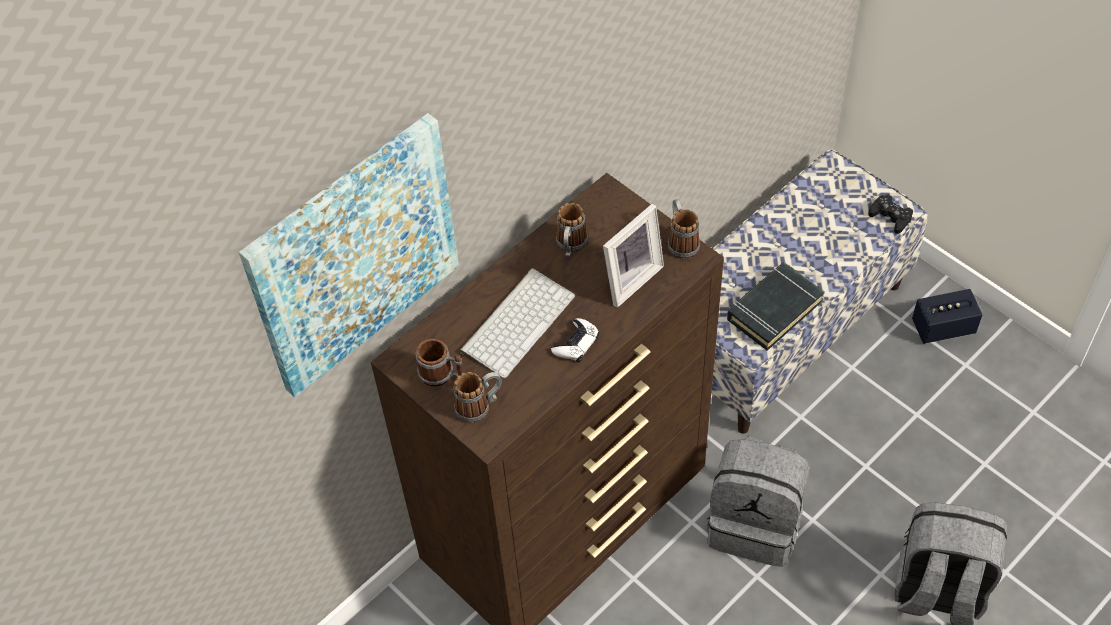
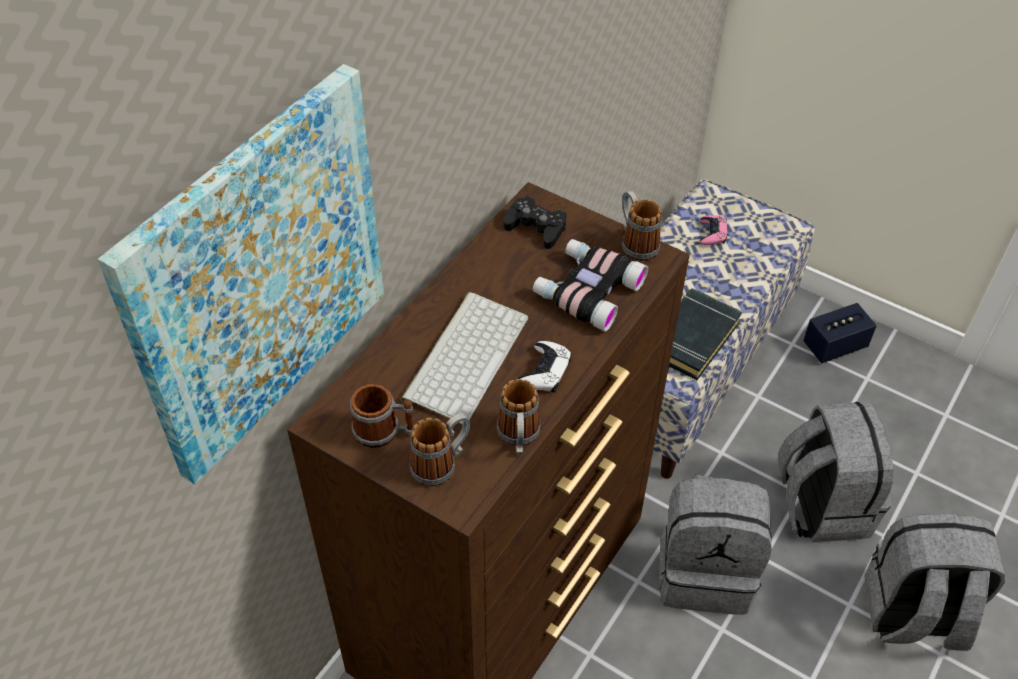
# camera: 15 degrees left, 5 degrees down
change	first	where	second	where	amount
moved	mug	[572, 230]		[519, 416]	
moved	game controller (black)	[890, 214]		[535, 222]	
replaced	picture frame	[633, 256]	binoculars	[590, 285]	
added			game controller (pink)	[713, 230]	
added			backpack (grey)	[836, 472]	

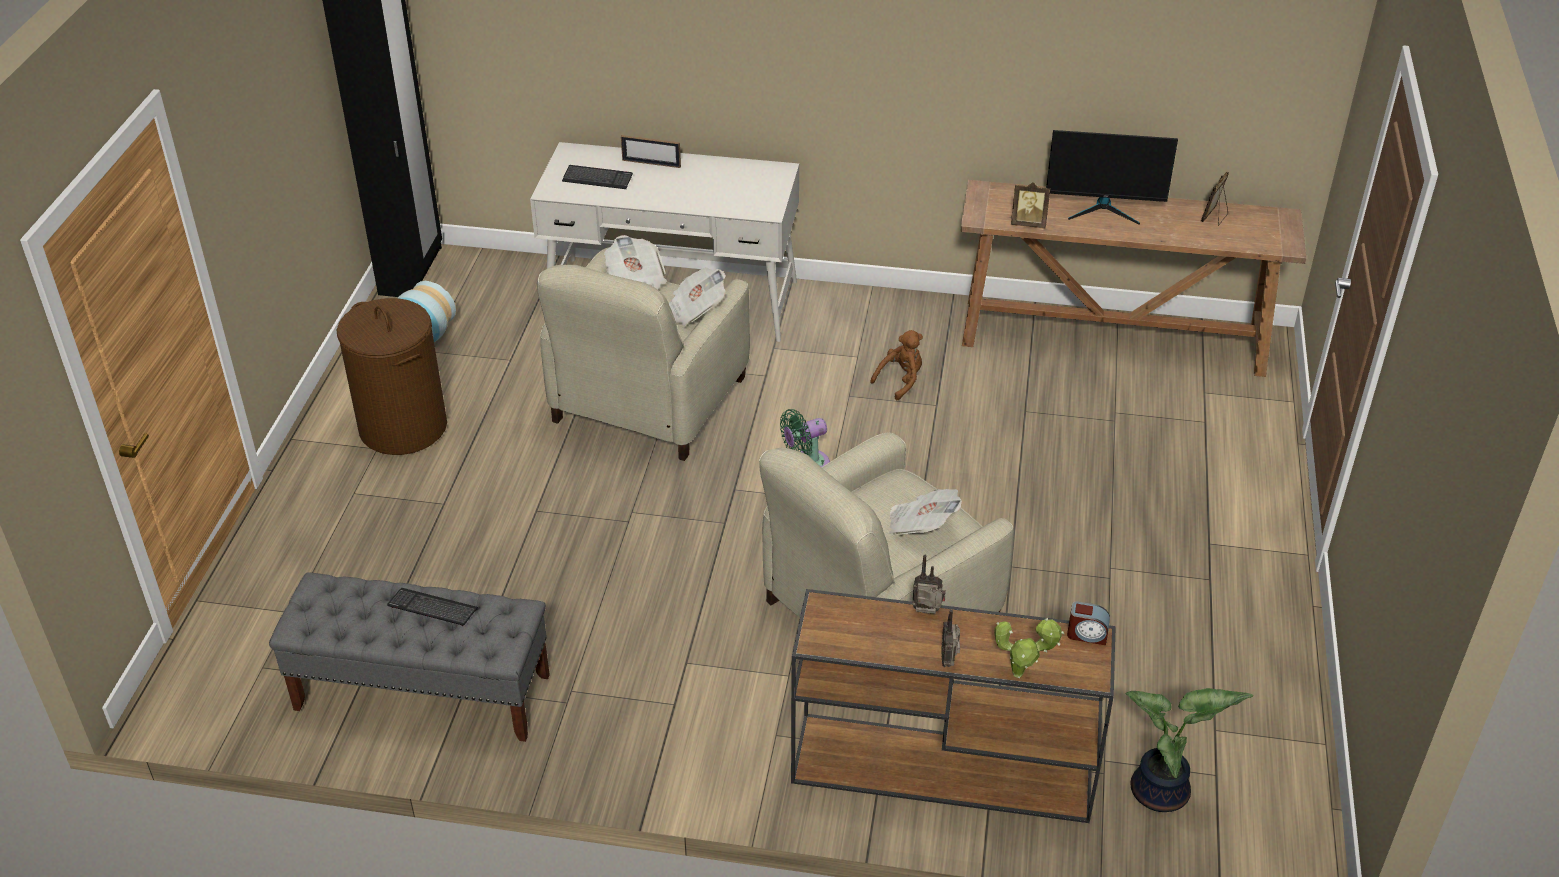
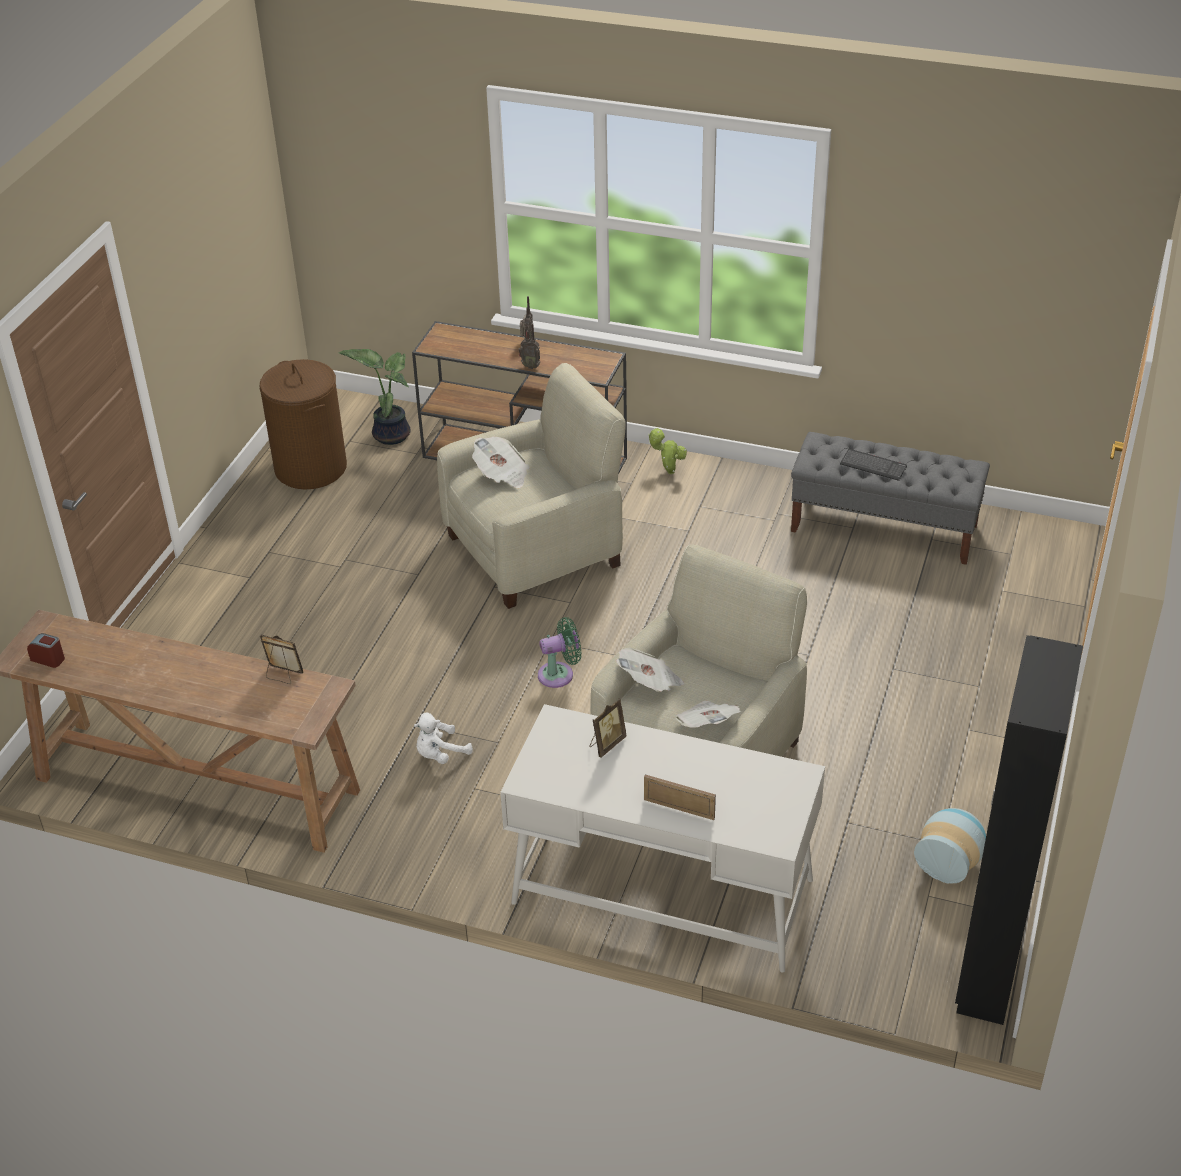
# camera: 170 degrees left, 0 degrees up
change	first	where	second	where	amount
moved	alarm clock	[1088, 623]		[46, 650]	
moved	laundry basket (brown)	[392, 376]		[303, 424]	
recoloured	plush toy (brown)	[896, 365]	plush toy (white)	[443, 738]	
moved	picture frame	[1215, 199]		[608, 728]	
moved	potted plant	[1029, 648]		[667, 451]	
removed	keyboard	[597, 177]			
removed	monitor	[1112, 177]			

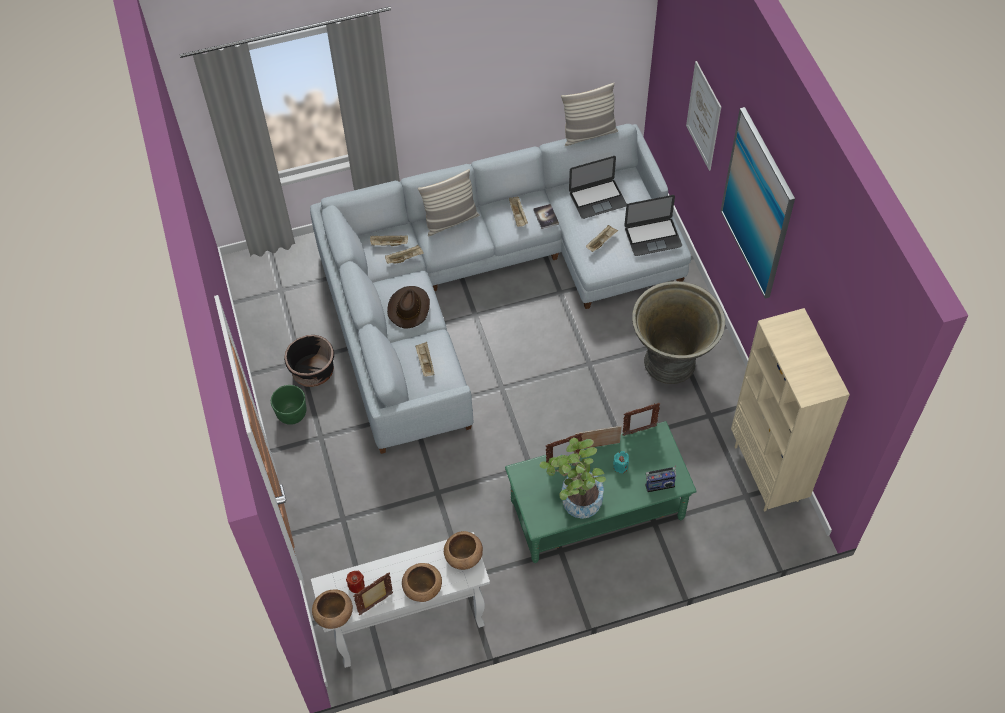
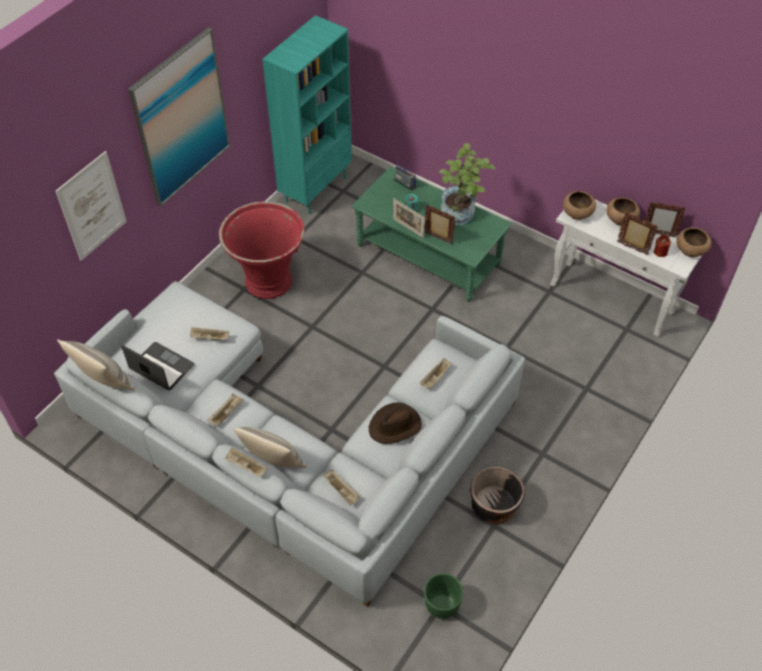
# camera: 130 degrees left, 5 degrees down
change	first	where	second	where	amount
recoloured	planter (grey)	[678, 332]	planter (red)	[261, 250]	
moved	tray (beige)	[404, 254]		[246, 462]	
recoloured	bookcase (beige)	[790, 410]	bookcase (turquoise)	[307, 114]	
moved	planter (green)	[288, 405]		[444, 596]	
moved	picture frame	[641, 419]		[637, 233]	
removed	book	[546, 216]			
removed	laptop	[653, 225]			

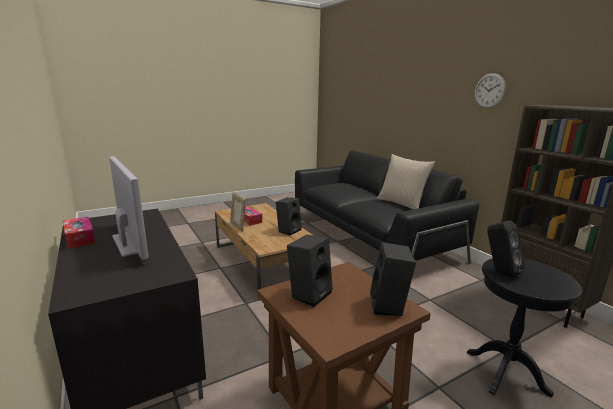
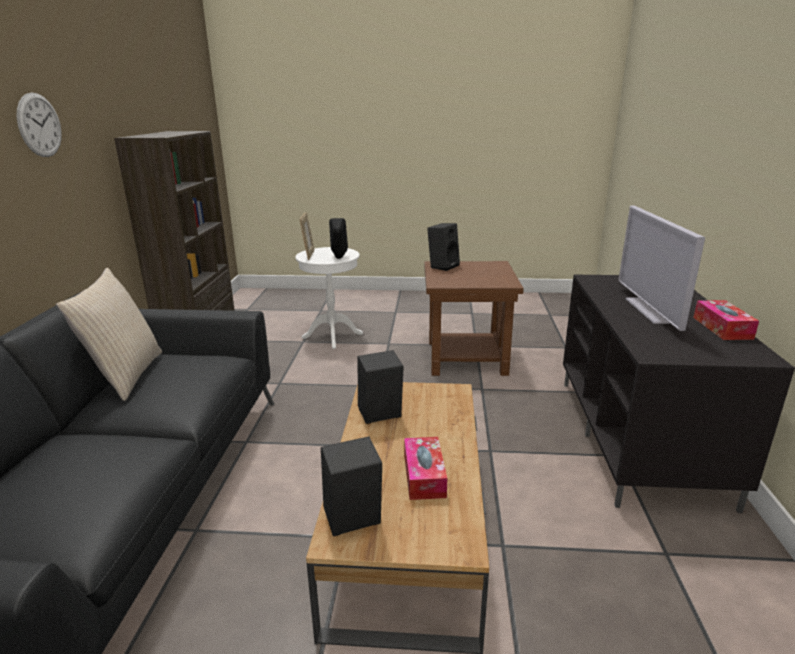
# camera: 145 degrees left, 5 degrees up
change	first	where	second	where	amount
recoloured	side table (black)	[524, 328]	side table (white)	[329, 298]	
moved	picture frame	[238, 212]		[306, 236]	
moved	speaker (black)	[310, 270]		[351, 486]	

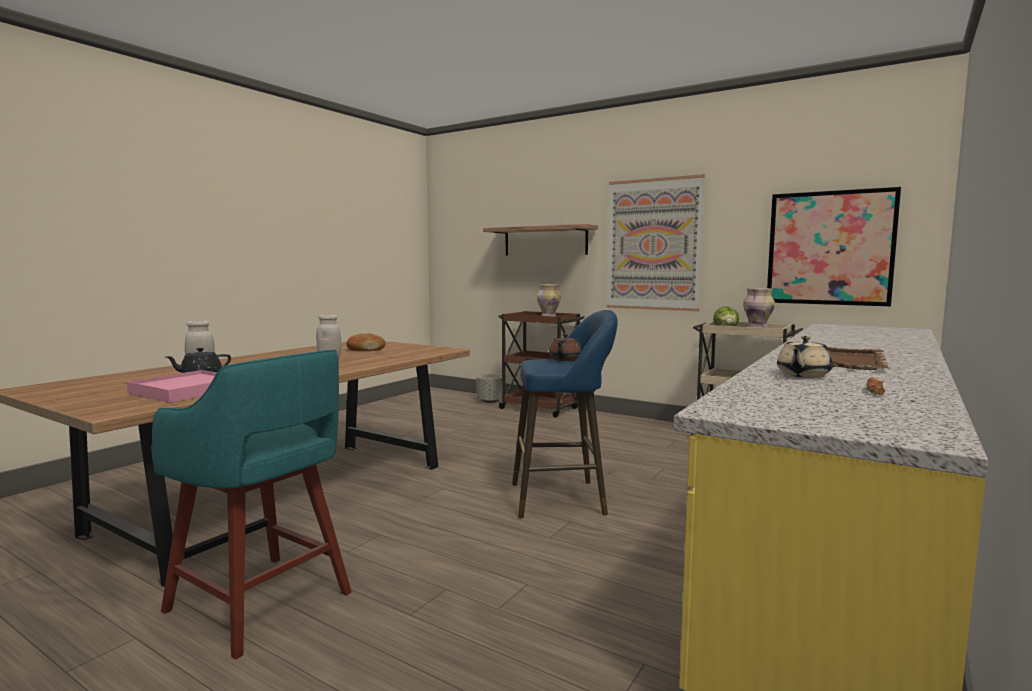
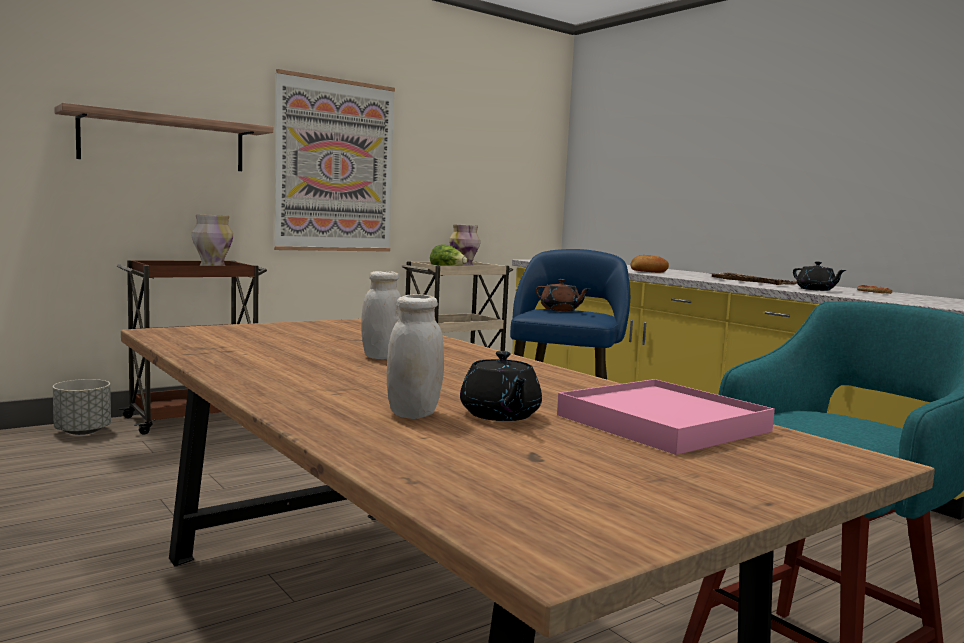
# camera: 70 degrees left, 0 degrees up
change	first	where	second	where	amount
moved	bread	[366, 342]		[649, 264]	
recoloured	teapot (beige)	[805, 357]	teapot (black)	[819, 276]	
removed	picture	[834, 246]			

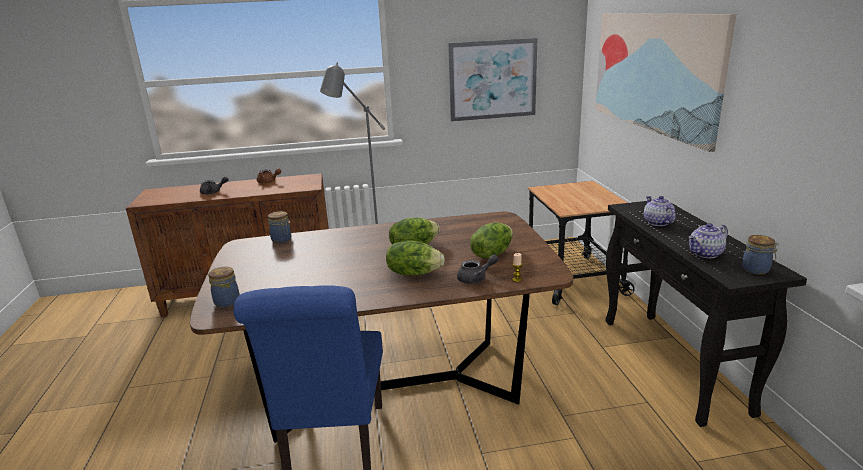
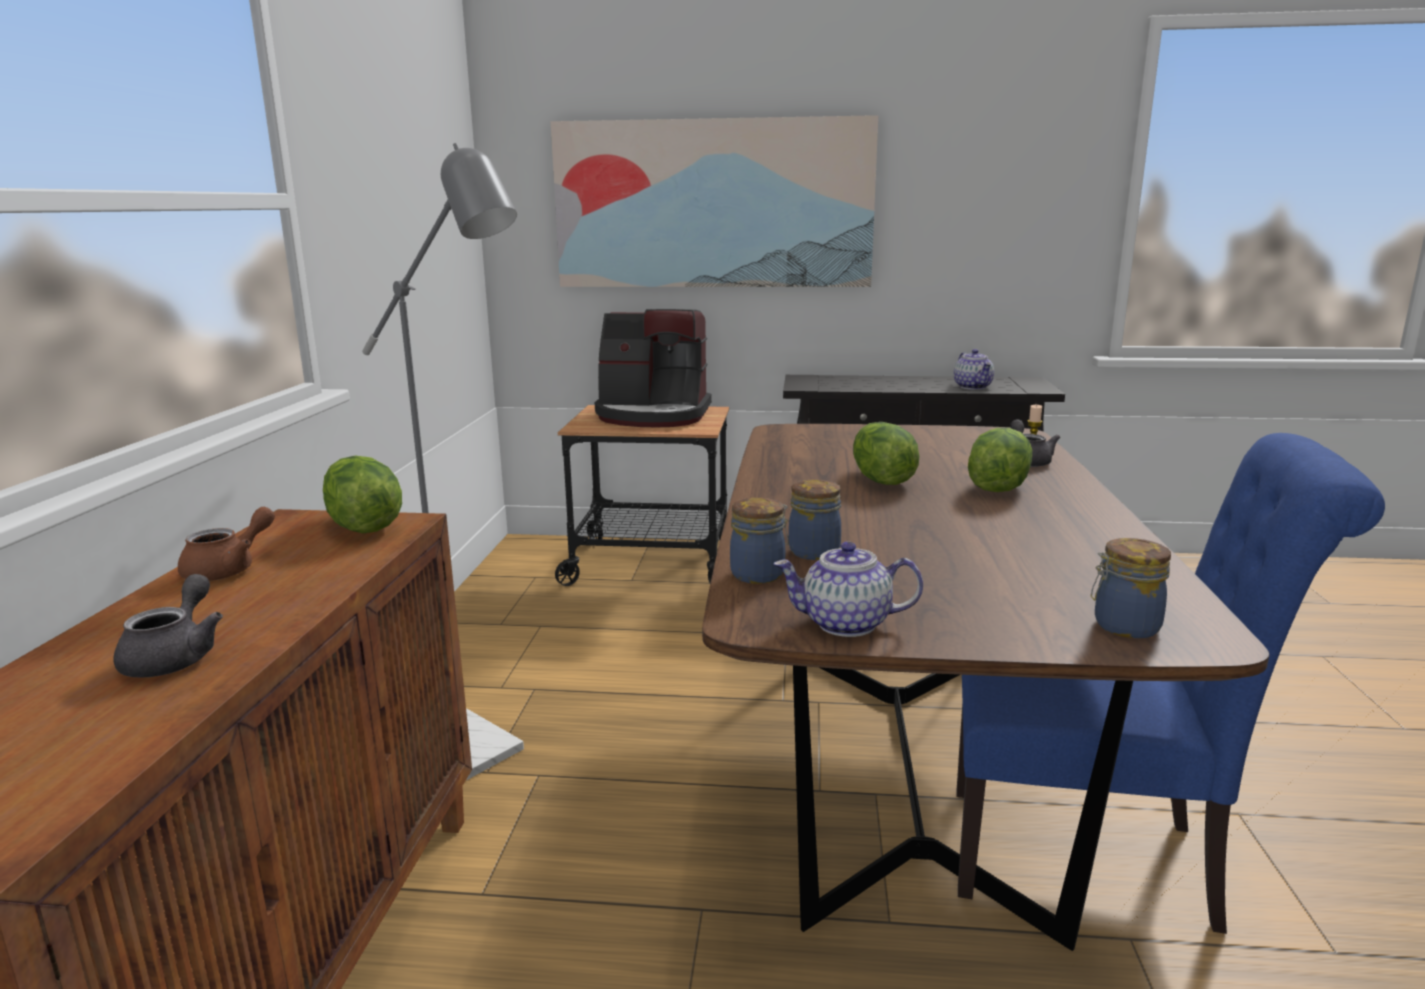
# camera: 75 degrees left, 5 degrees down
change	first	where	second	where	amount
moved	lettuce	[491, 240]		[362, 494]	
added			coffee machine	[653, 368]	
moved	teapot	[660, 211]		[848, 589]	
moved	jar	[760, 255]		[815, 520]	
removed	picture	[492, 80]			

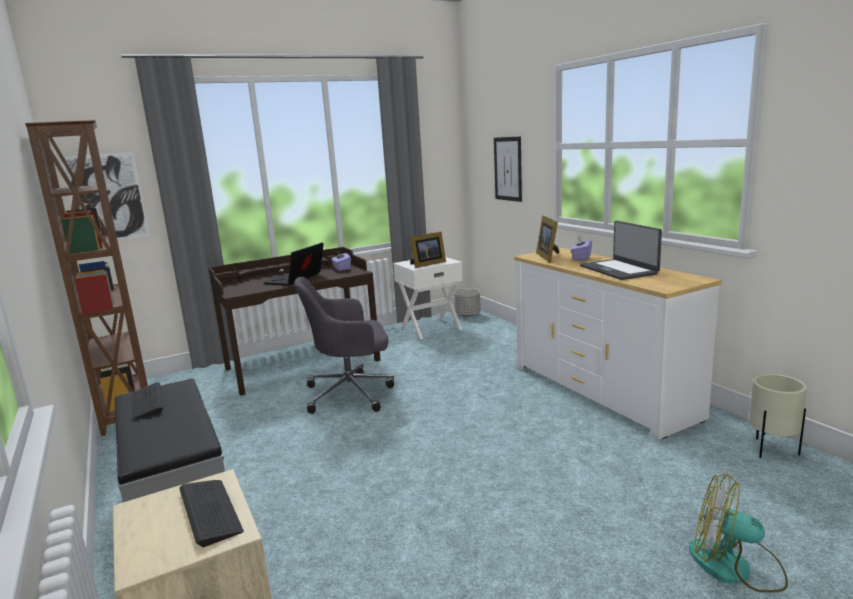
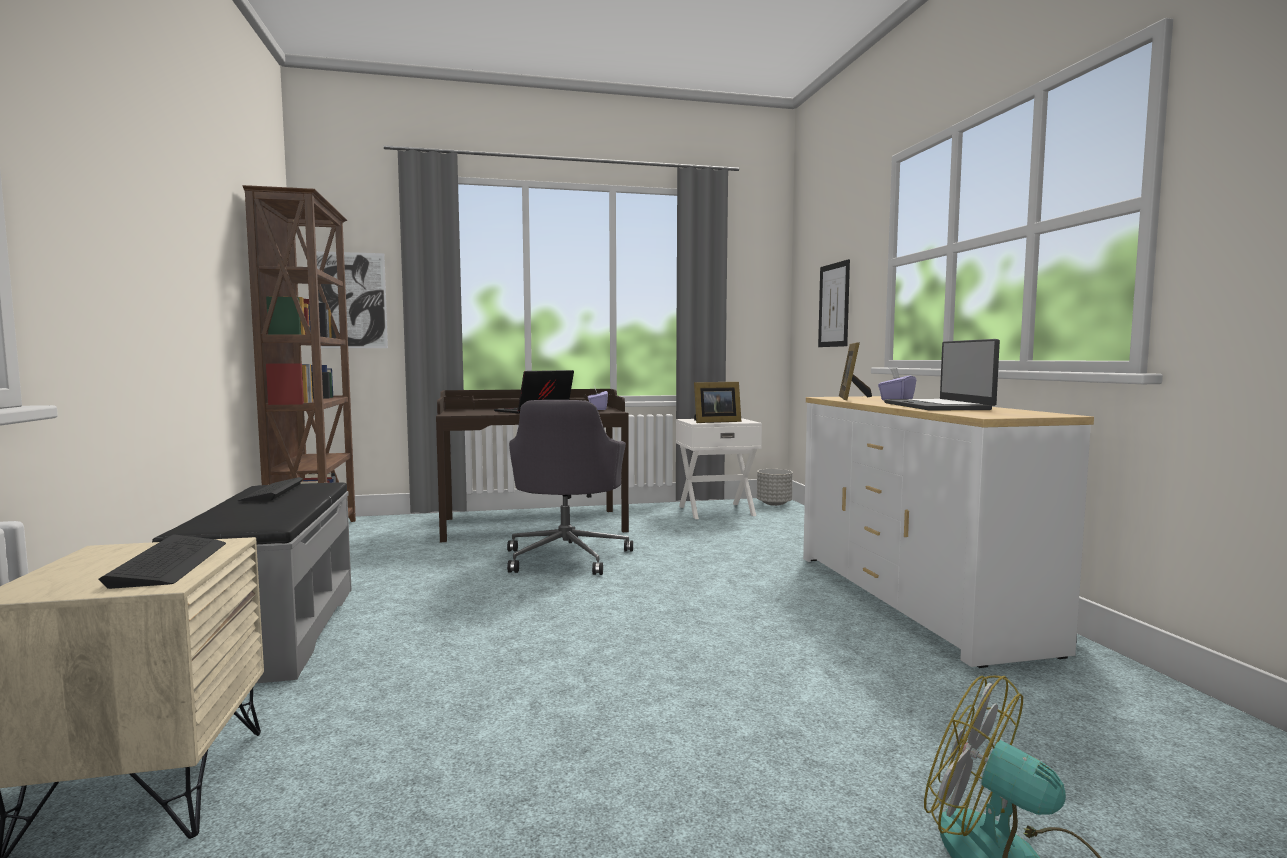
# camera: 15 degrees right, 10 degrees down
change	first	where	second	where	amount
turned	office chair (grey)	[344, 345]		[570, 487]	90 degrees counterclockwise
removed	planter (beige)	[778, 416]			

